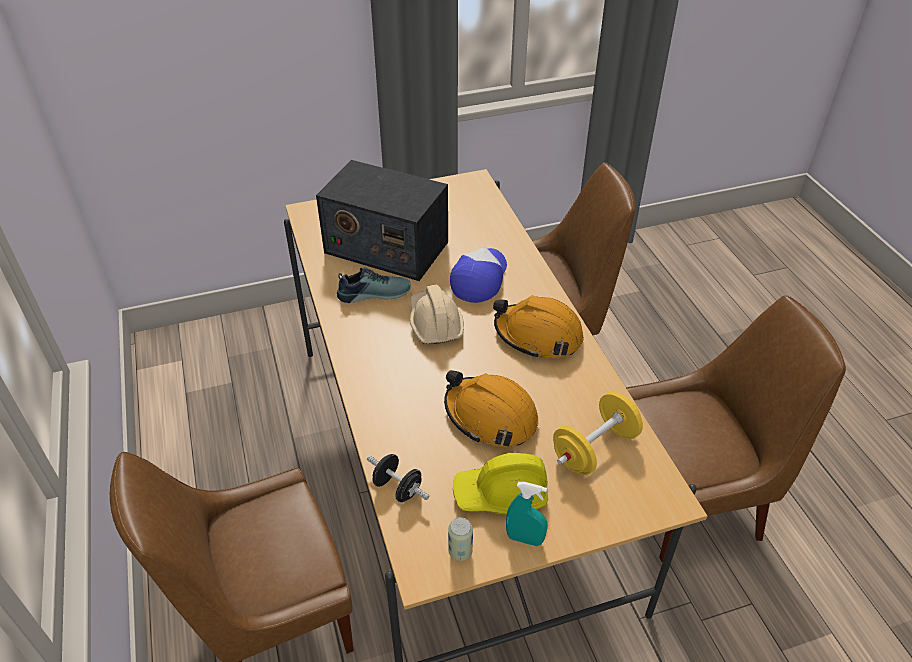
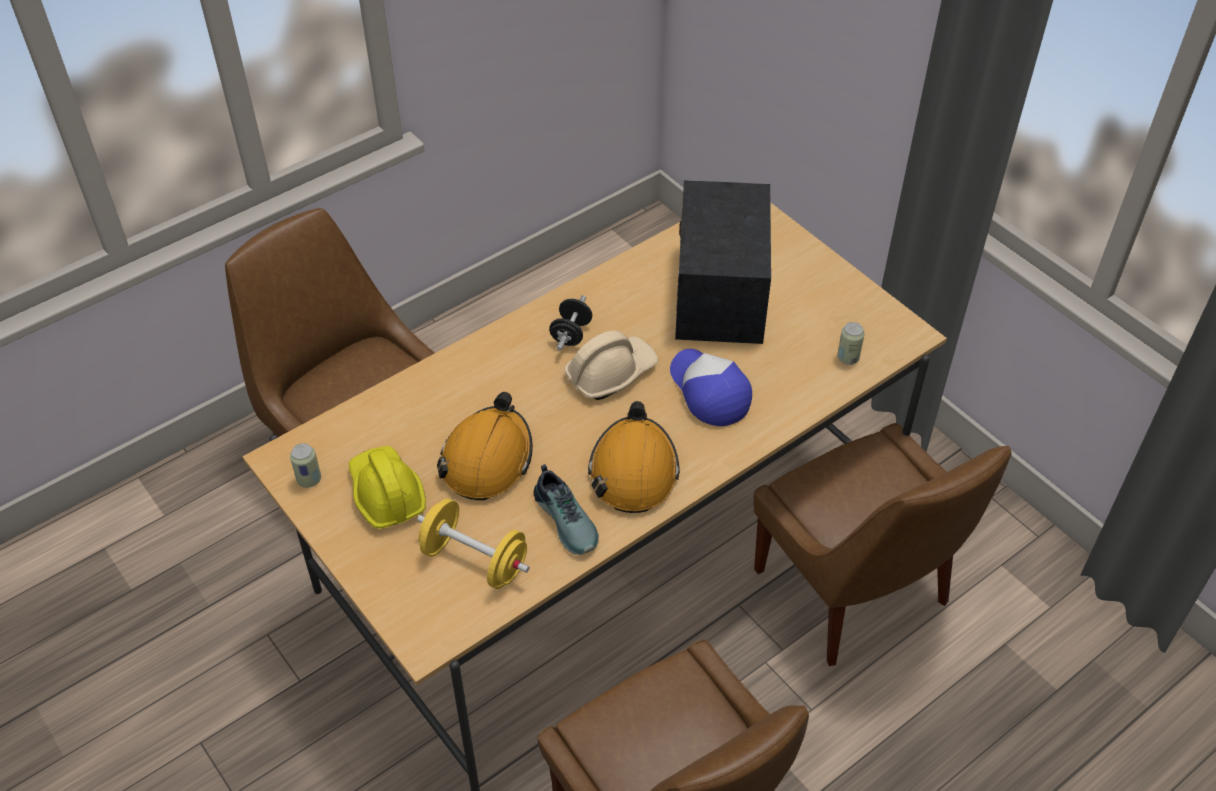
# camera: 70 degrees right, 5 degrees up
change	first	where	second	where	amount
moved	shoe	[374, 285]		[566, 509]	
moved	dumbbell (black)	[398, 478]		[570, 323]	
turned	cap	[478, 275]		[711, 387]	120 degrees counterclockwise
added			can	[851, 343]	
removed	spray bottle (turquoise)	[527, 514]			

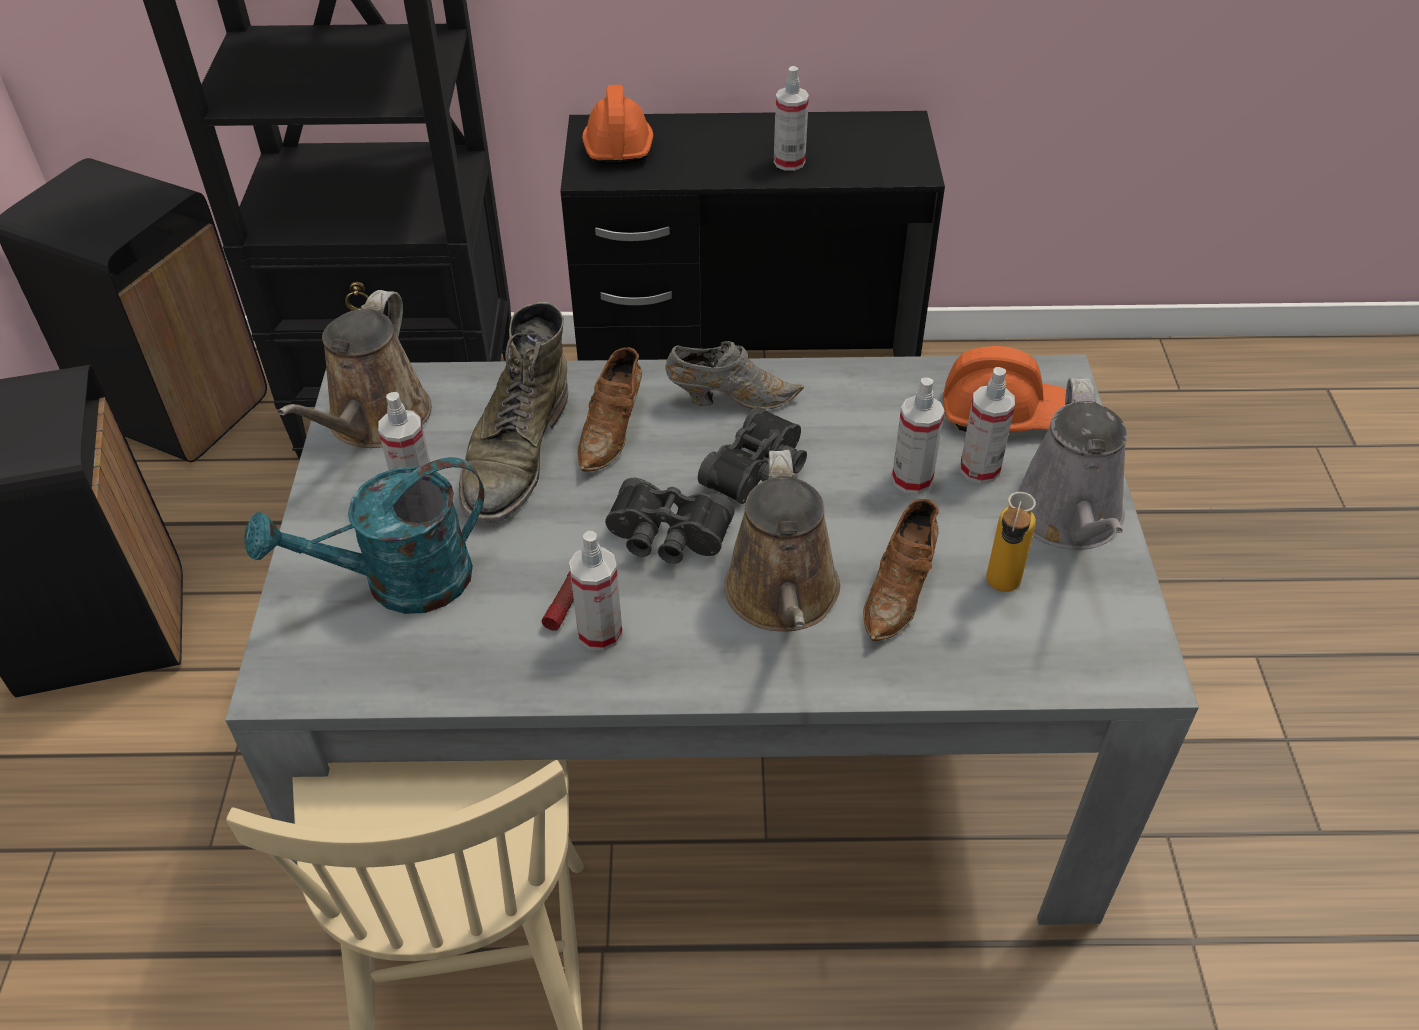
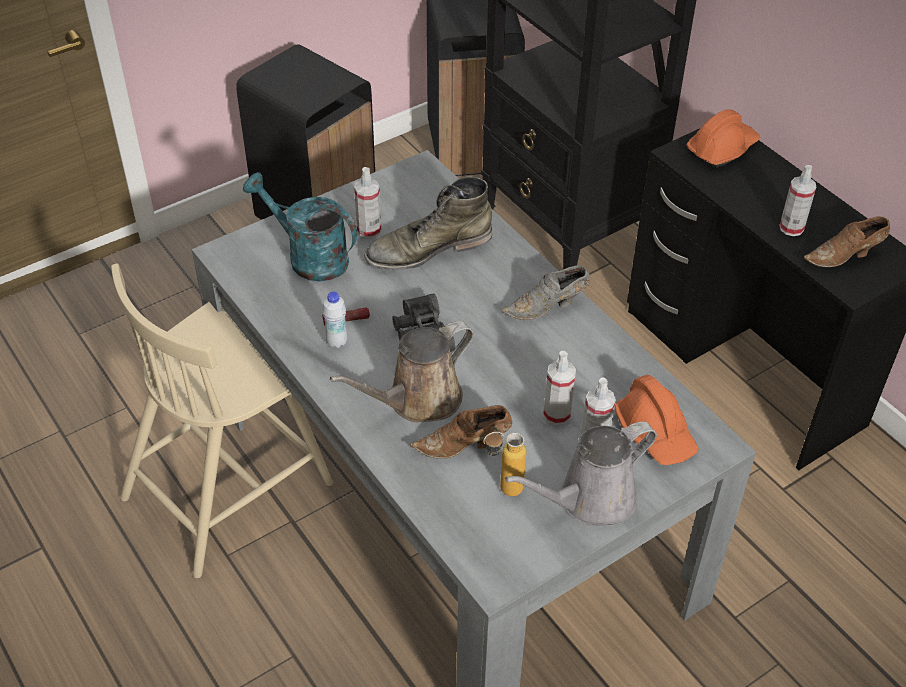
# camera: 55 degrees right, 0 degrees up
change	first	where	second	where	amount
replaced	spray bottle	[596, 591]	bottle (white)	[334, 319]	
turned	shoe (grey)	[734, 375]		[546, 292]	105 degrees clockwise
moved	shoe (brown)	[610, 409]		[847, 241]	
removed	watering can (brown)	[354, 369]			
removed	binoculars (black)	[752, 455]			

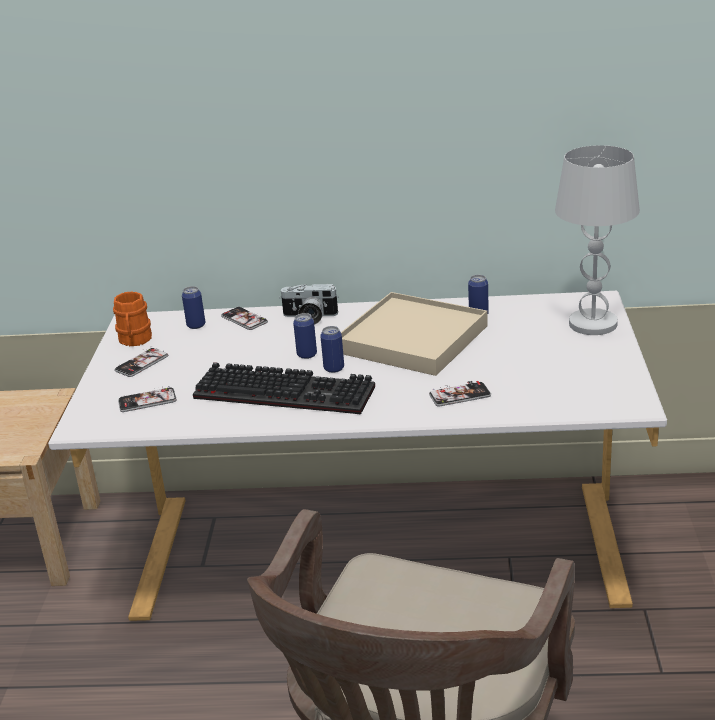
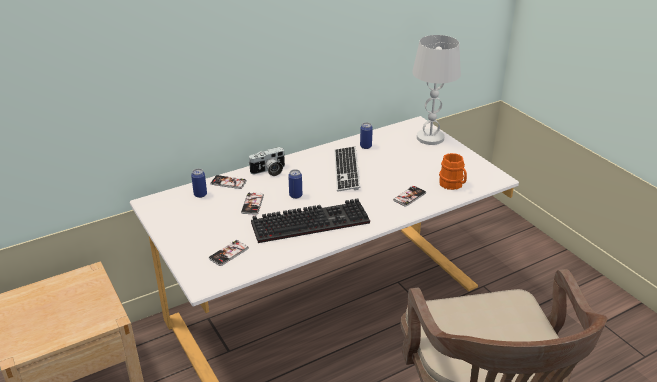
# camera: 35 degrees left, 5 degrees up
change	first	where	second	where	amount
moved	phone	[141, 361]		[252, 203]	
replaced	tray (beige)	[414, 334]	keyboard	[347, 169]	
moved	mug (orange)	[132, 318]		[453, 171]	
removed	can	[332, 349]			

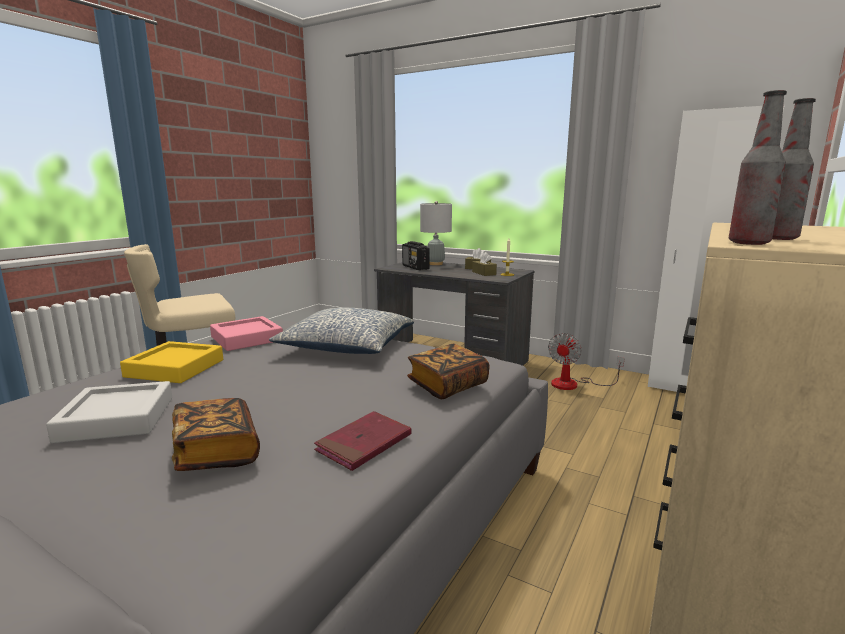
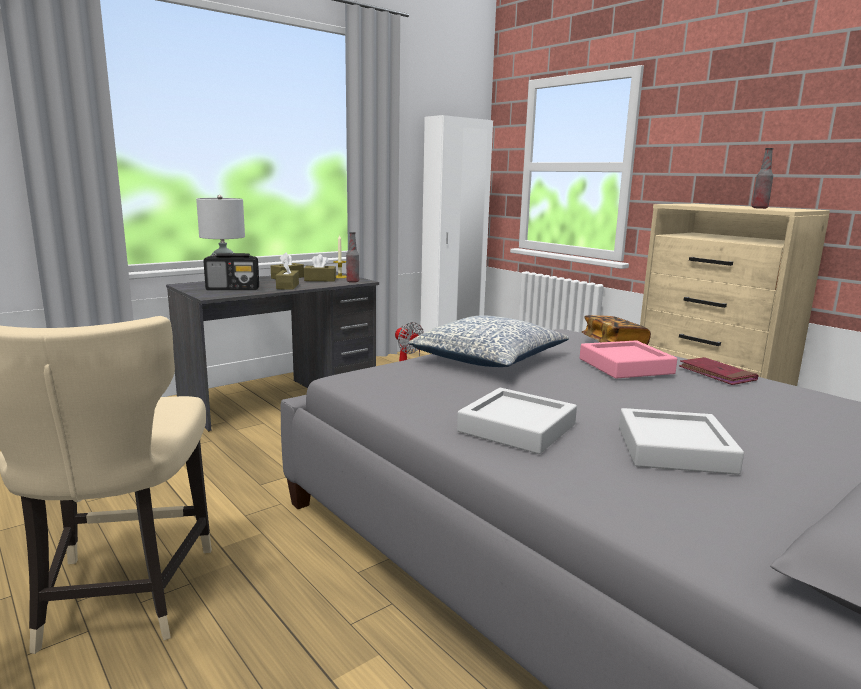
# camera: 70 degrees left, 0 degrees up
change	first	where	second	where	amount
added			tissue box (brown)	[287, 274]	
moved	bottle	[758, 167]		[352, 257]	
recoloured	tray (yellow)	[171, 362]	tray (grey)	[517, 421]	
moved	tray (pink)	[246, 333]		[628, 359]	
removed	book	[216, 434]			

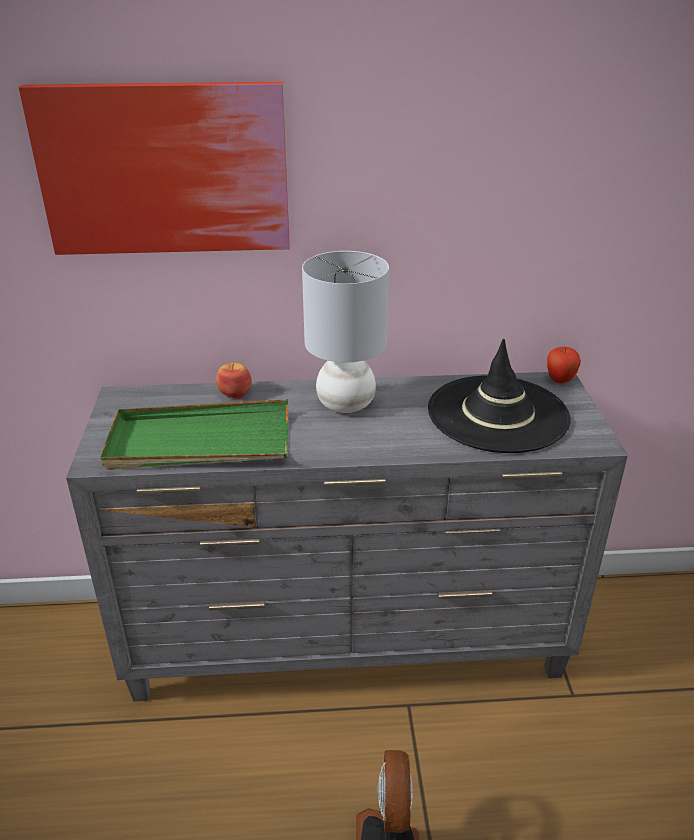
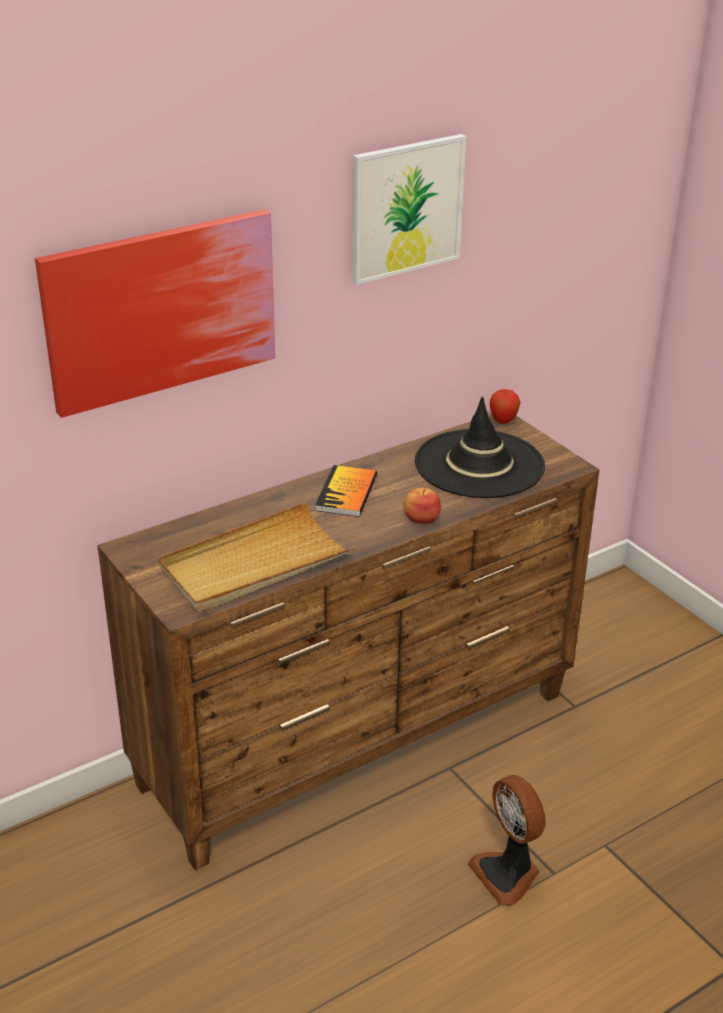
# camera: 30 degrees left, 0 degrees up
change	first	where	second	where	amount
recoloured	dresser (grey)	[347, 537]	dresser (brown)	[348, 642]	
recoloured	tray (green)	[194, 434]	tray (beige)	[256, 557]	
replaced	table lamp (grey)	[345, 332]	book	[346, 491]	
added			picture	[409, 209]	
moved	apple	[234, 381]		[422, 506]	

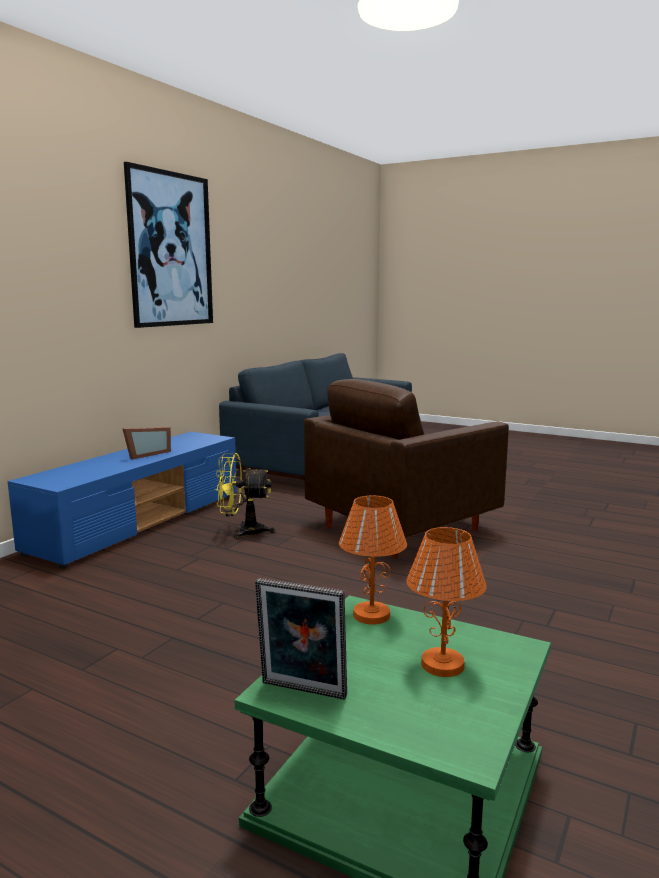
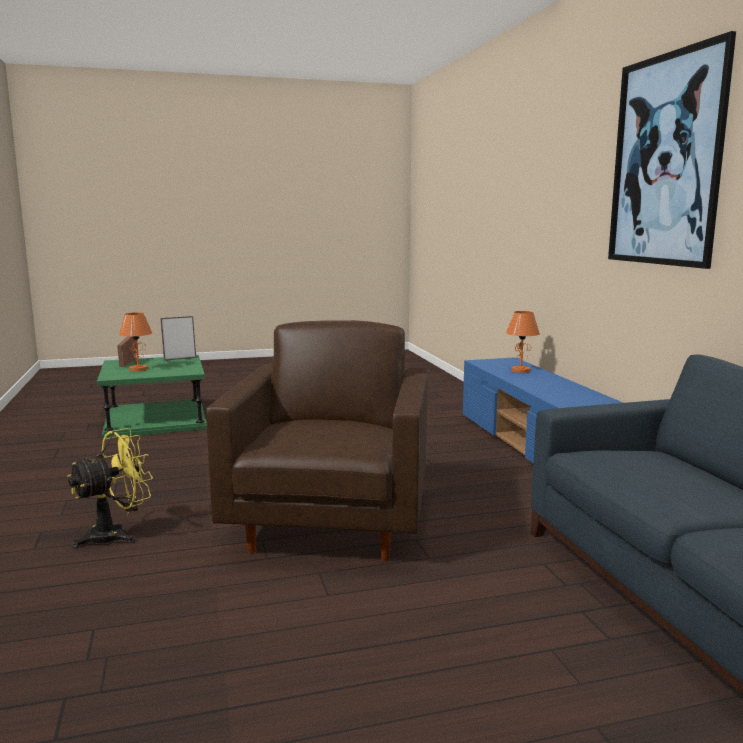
# camera: 135 degrees right, 0 degrees up
change	first	where	second	where	amount
moved	fan (yellow)	[245, 496]		[110, 488]	
moved	picture frame	[146, 443]		[127, 351]	
moved	table lamp (orange)	[373, 560]		[523, 342]	

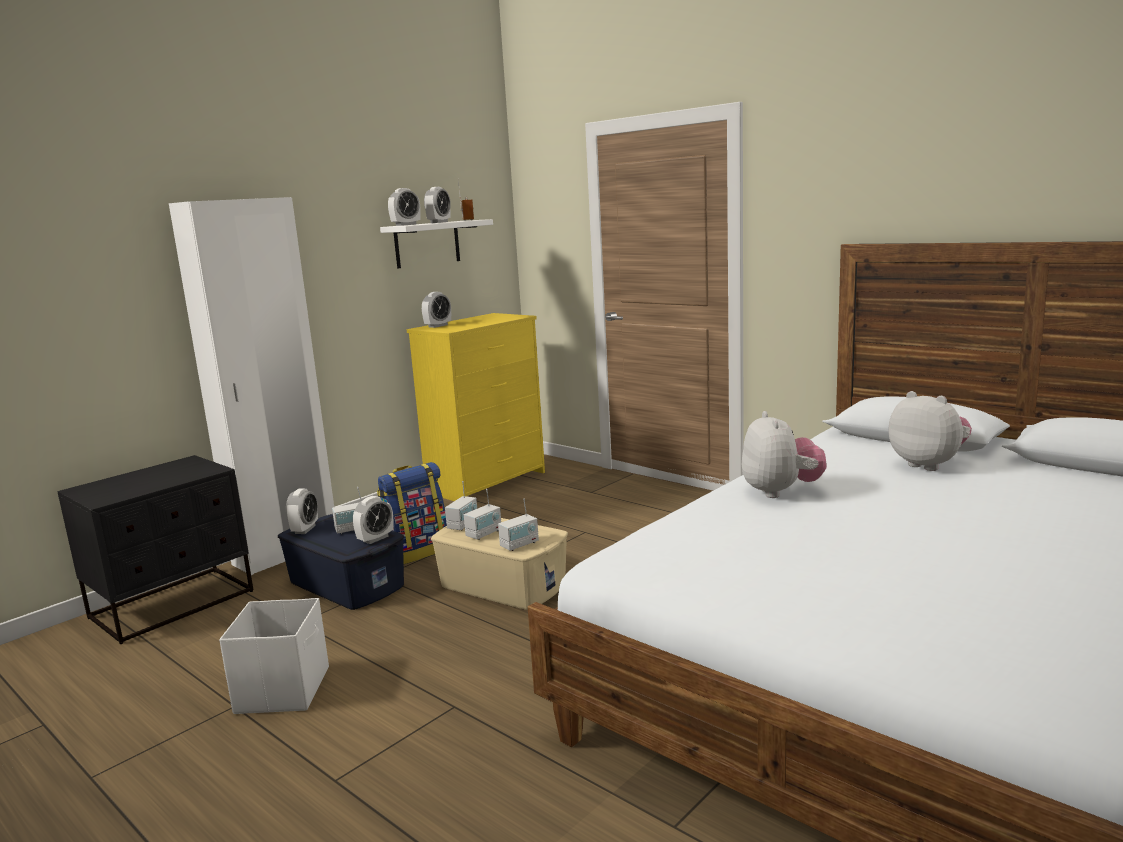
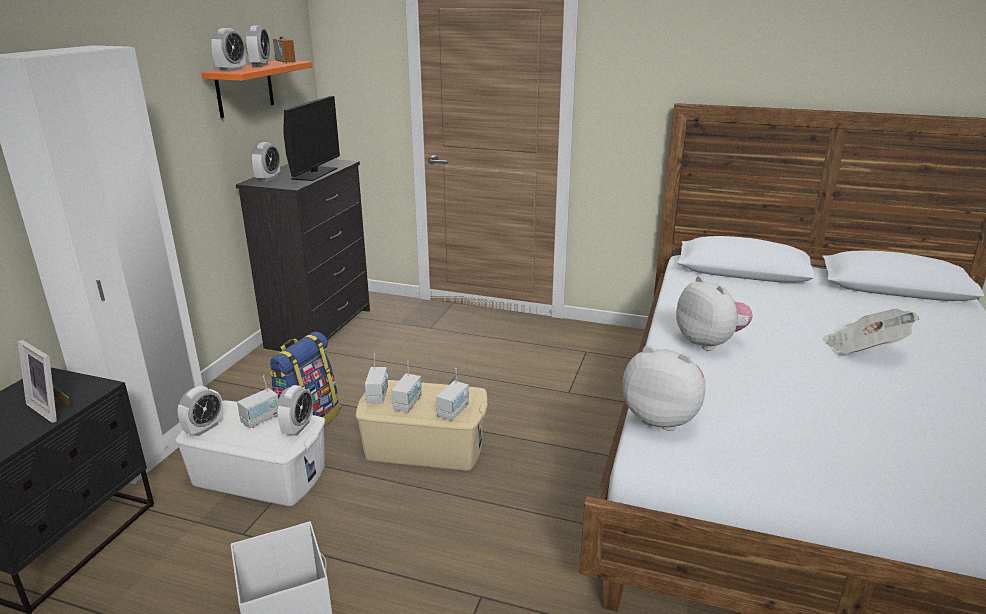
# camera: 25 degrees left, 10 degrees up
change	first	where	second	where	amount
added			picture frame	[44, 381]	
recoloured	storage box (blue)	[341, 562]	storage box (white)	[250, 453]	
turned	alarm clock	[302, 511]		[200, 411]	45 degrees clockwise
recoloured	shelf (white)	[436, 244]	shelf (orange)	[257, 89]	
recoloured	dresser (yellow)	[475, 407]	dresser (black)	[303, 255]	
added			monitor	[311, 138]	
moved	plush toy	[930, 431]		[664, 388]	
added			newspaper	[870, 332]	

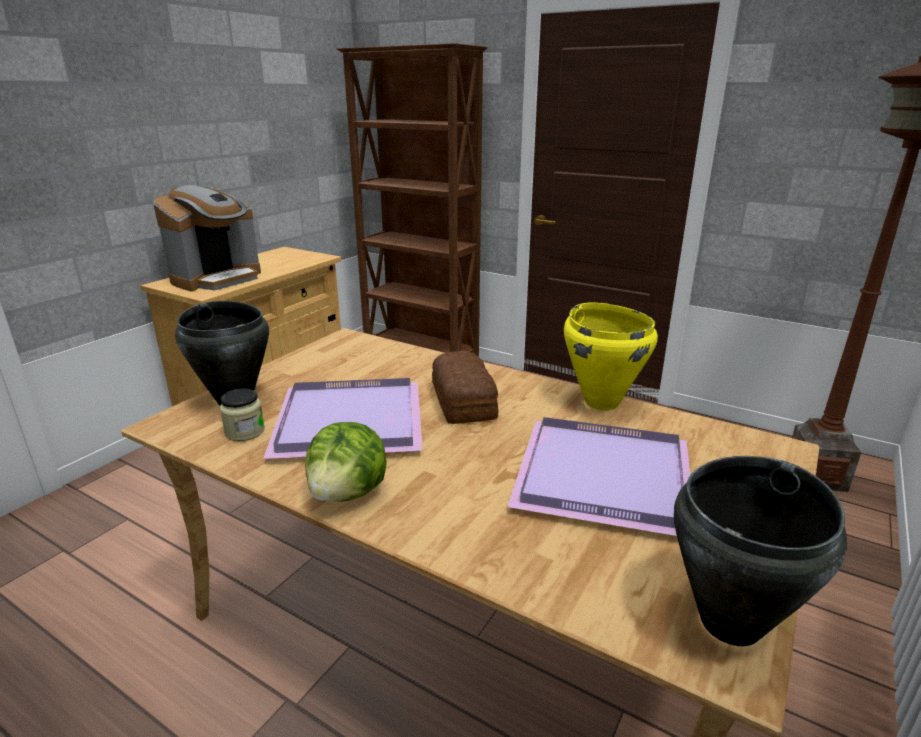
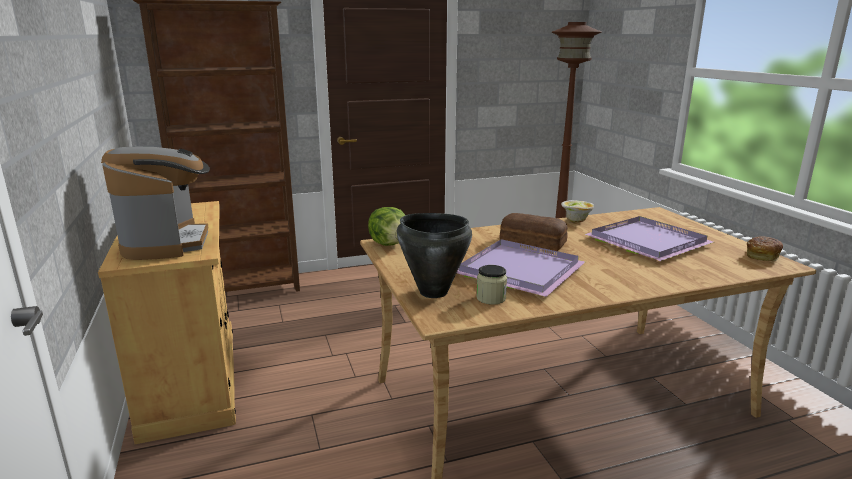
# camera: 50 degrees left, 5 degrees down
change	first	where	second	where	amount
moved	lettuce	[346, 462]		[386, 226]	
replaced	cooking pot (yellow)	[611, 356]	bowl	[577, 211]	
replaced	cooking pot (black)	[760, 551]	bread	[765, 248]	

